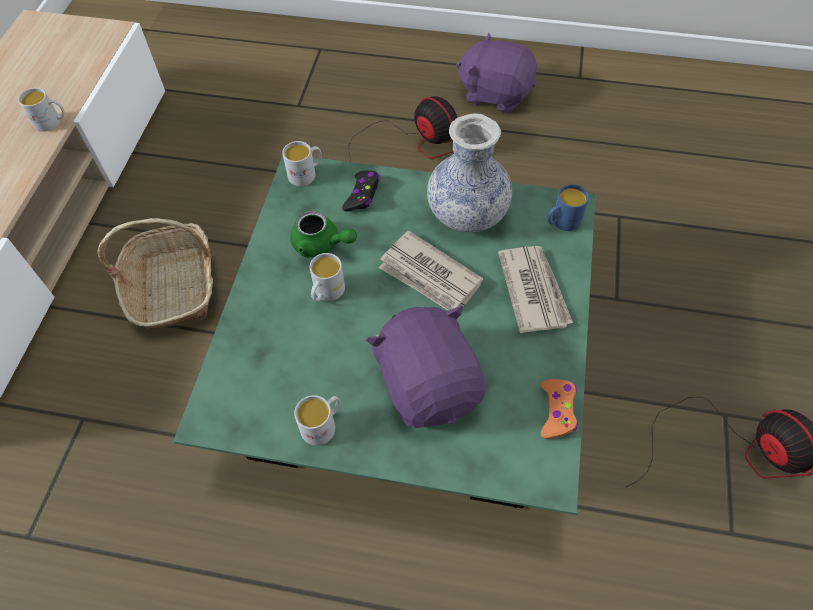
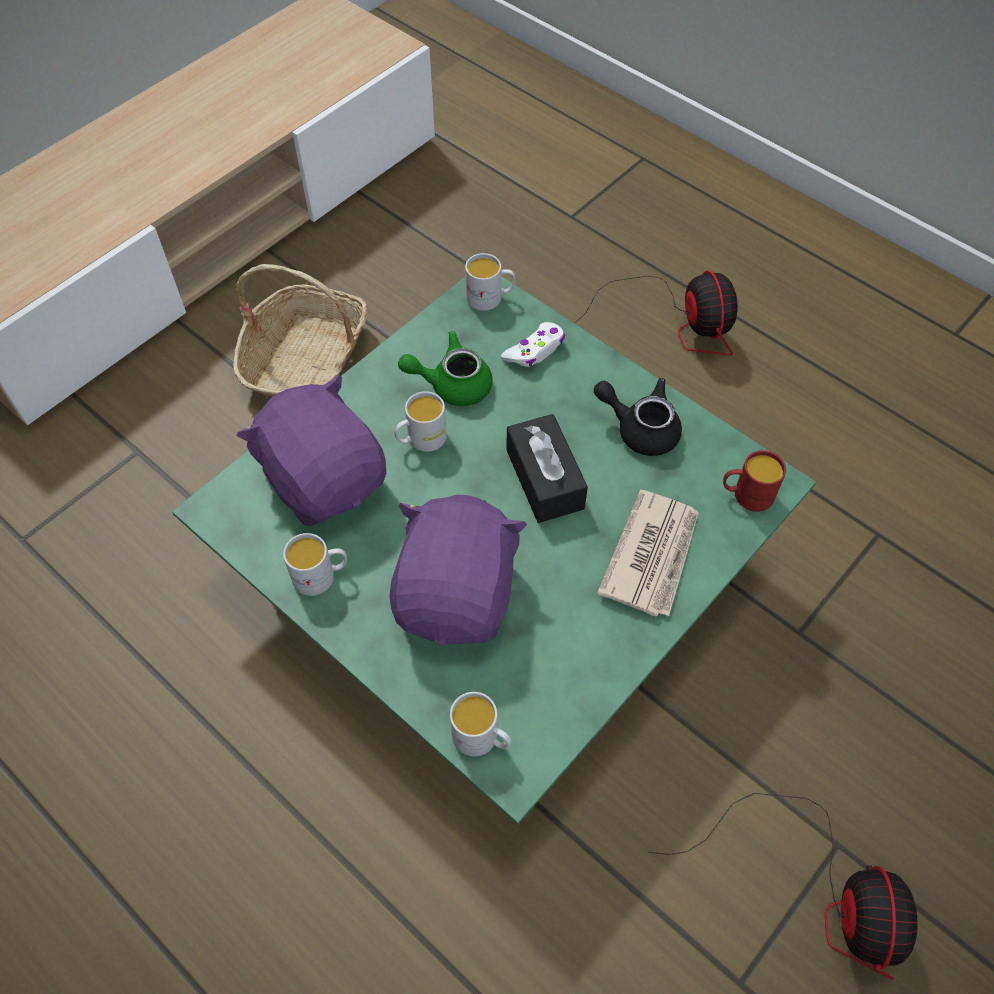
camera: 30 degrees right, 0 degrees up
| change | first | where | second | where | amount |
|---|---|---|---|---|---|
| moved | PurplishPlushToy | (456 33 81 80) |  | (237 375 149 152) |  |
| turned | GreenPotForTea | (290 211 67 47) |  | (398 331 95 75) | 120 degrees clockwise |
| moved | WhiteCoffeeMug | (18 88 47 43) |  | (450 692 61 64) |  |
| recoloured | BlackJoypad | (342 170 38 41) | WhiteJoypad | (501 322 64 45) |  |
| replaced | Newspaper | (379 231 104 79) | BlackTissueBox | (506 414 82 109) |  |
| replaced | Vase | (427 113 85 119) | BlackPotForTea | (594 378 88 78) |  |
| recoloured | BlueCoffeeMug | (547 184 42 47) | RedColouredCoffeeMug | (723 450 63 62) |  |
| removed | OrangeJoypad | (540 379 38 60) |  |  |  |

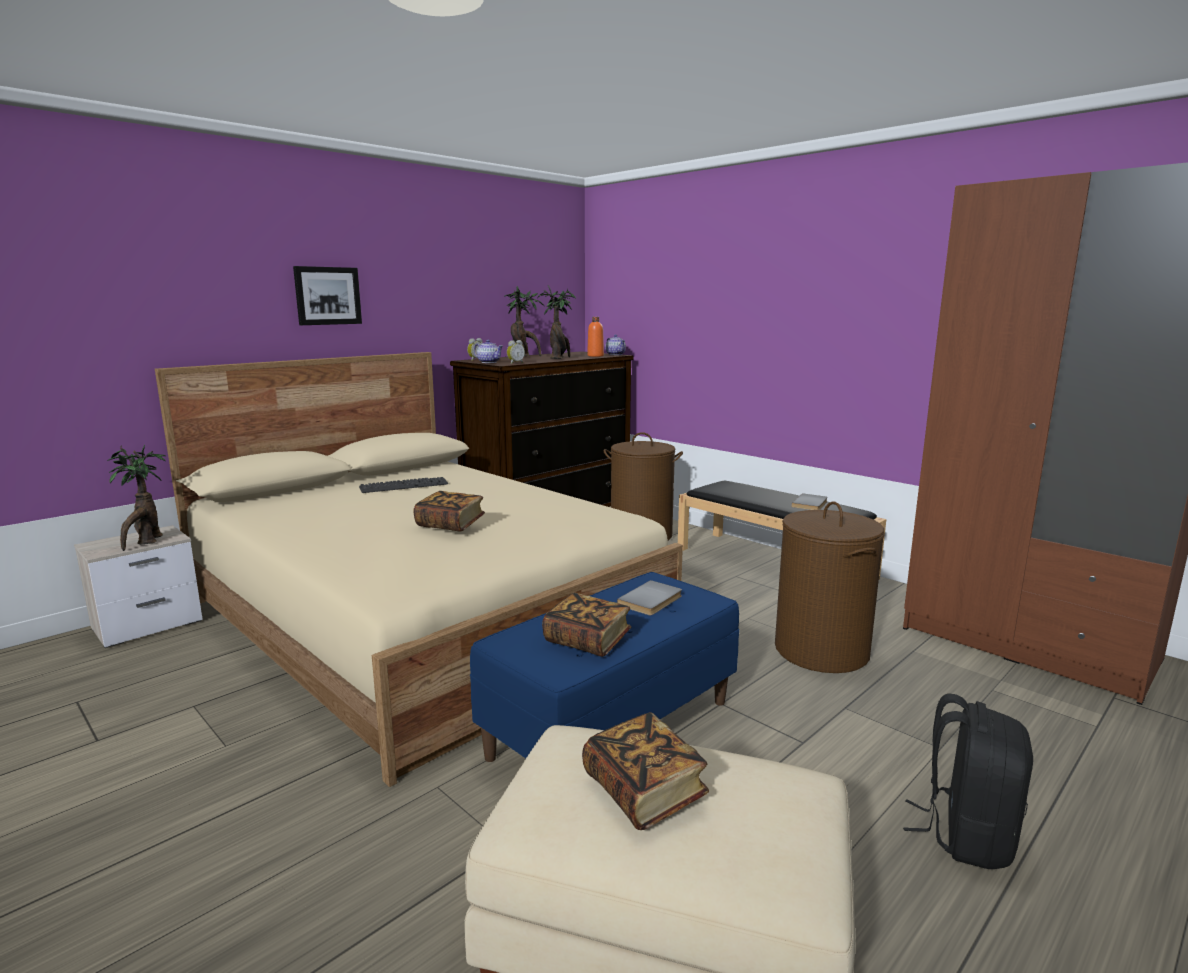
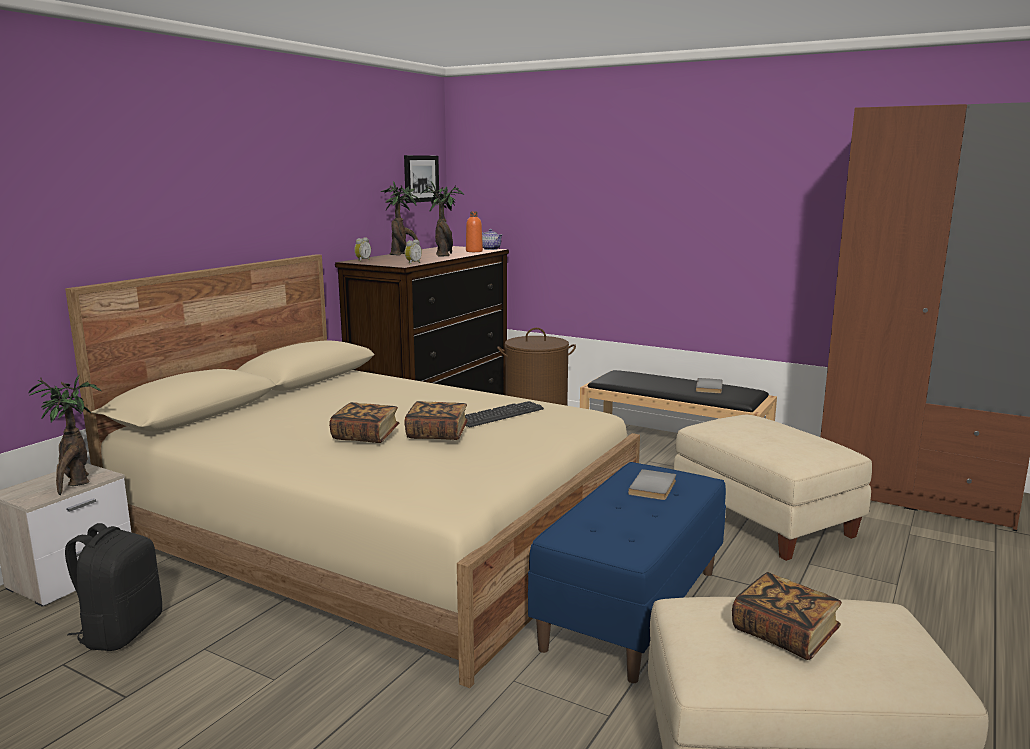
camera: 15 degrees left, 0 degrees up
| change | first | where | second | where | amount |
|---|---|---|---|---|---|
| moved | BlackBackpack | (903 693 130 176) |  | (65 523 97 128) |  |
| moved | Book | (542 593 89 64) |  | (329 402 70 41) |  |
| moved | WallPicture | (293 266 69 59) |  | (404 155 35 48) |  |
| moved | ComputerKeyboard | (359 477 89 16) |  | (465 401 79 26) |  |
| replaced | BrownishLaundryBasket | (775 501 110 172) | BeigeColouredPouffe | (673 415 199 146) |  |
| removed | PotForTea | (474 340 29 23) |  |  |  |

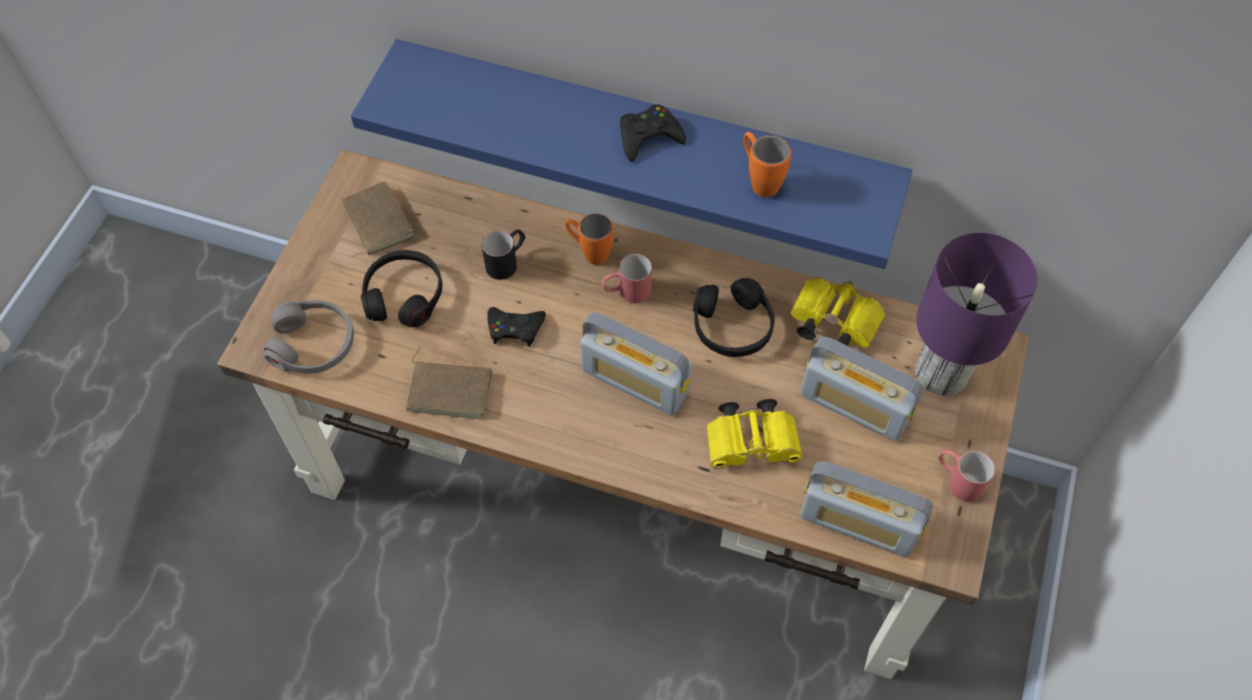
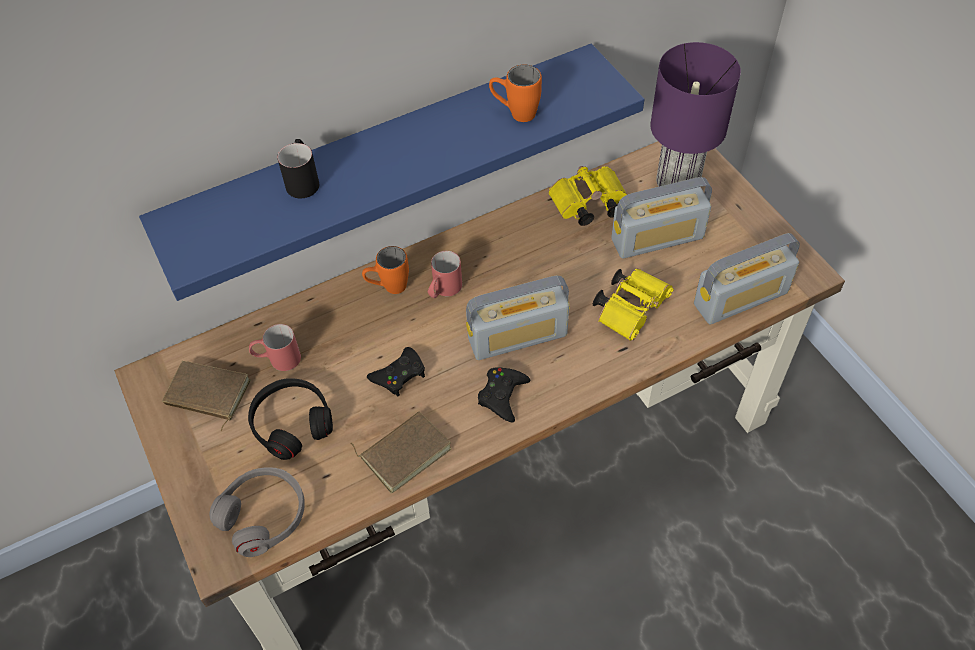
camera: 45 degrees left, 5 degrees down
| change | first | where | second | where | amount |
|---|---|---|---|---|---|
| moved | RedColouredCoffeeMug | (938 449 57 53) |  | (249 324 52 47) |  |
| moved | BlackCoffeeMug | (481 229 45 51) |  | (277 139 42 59) |  |
| moved | BlackJoypad | (620 105 66 57) |  | (478 367 52 55) |  |
| removed | BlackPairOfHeadphones | (693 278 82 79) |  |  |  |

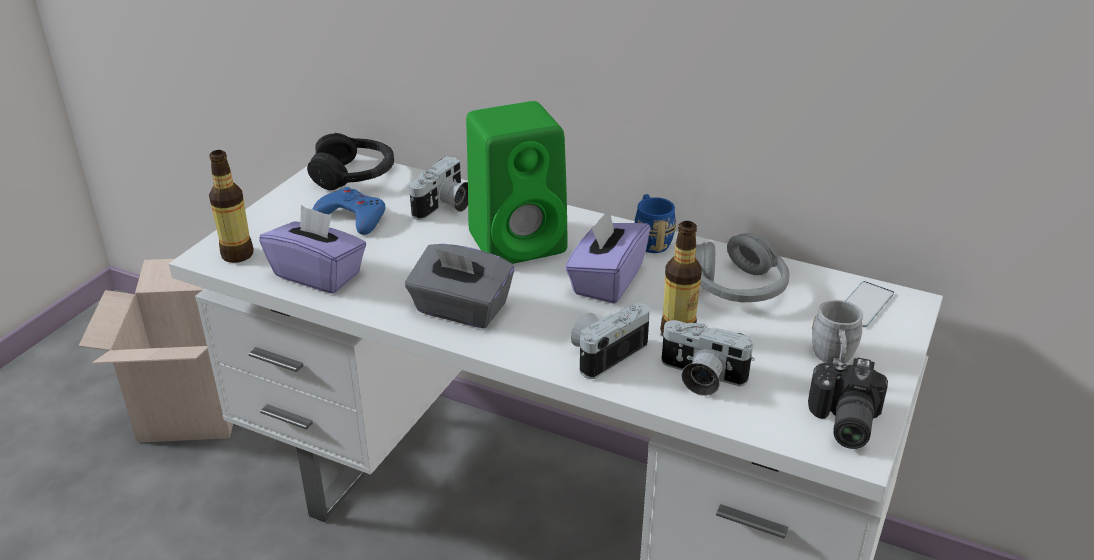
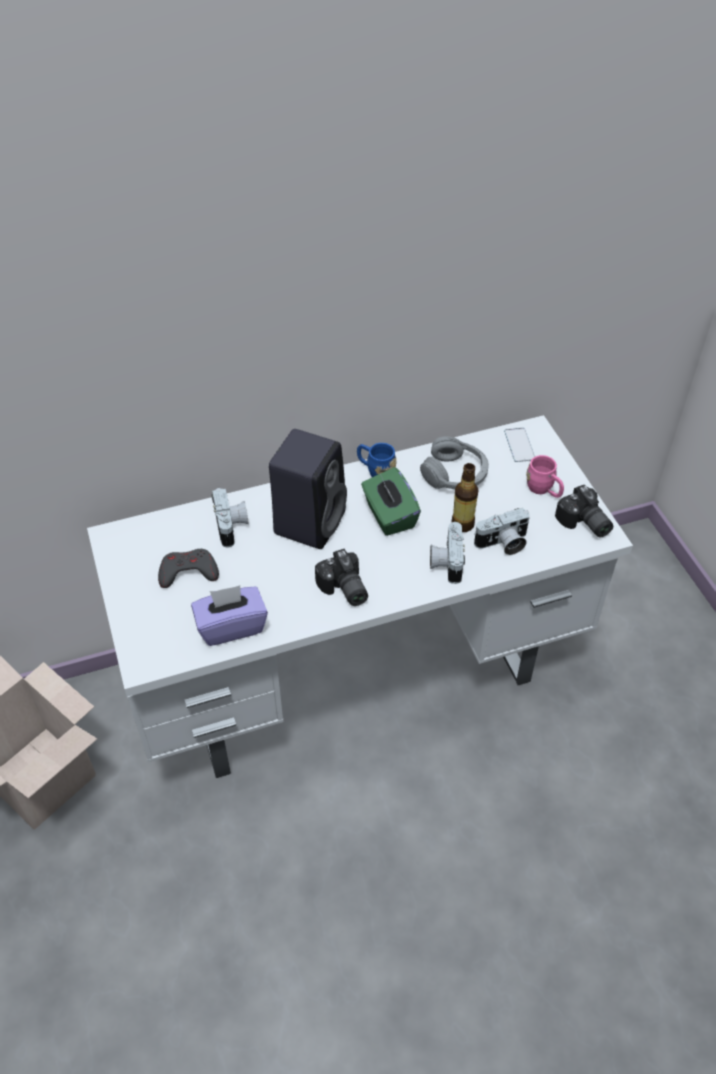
camera: 45 degrees left, 15 degrees up
| change | first | where | second | where | amount |
|---|---|---|---|---|---|
| recoloured | BlueJoypad | (313 187 73 48) | GreyishJoypad | (158 549 61 39) |  |
| recoloured | GreenAudioSpeaker | (466 101 102 163) | BlackAudioSpeaker | (269 429 78 120) |  |
| replaced | GreyishTissueBox | (405 244 109 84) | StillCamera | (315 549 53 57) |  |
| recoloured | PurplishTissueBox | (565 209 85 95) | GreenTissueBox | (361 467 60 69) |  |
| recoloured | GreyishCoffeeMug | (812 300 51 64) | PinkCoffeeMug | (526 455 38 43) |  |
| removed | Bottle | (209 150 44 113) |  |  |  |
| removed | BlackPairOfHeadphones | (307 133 87 57) |  |  |  |

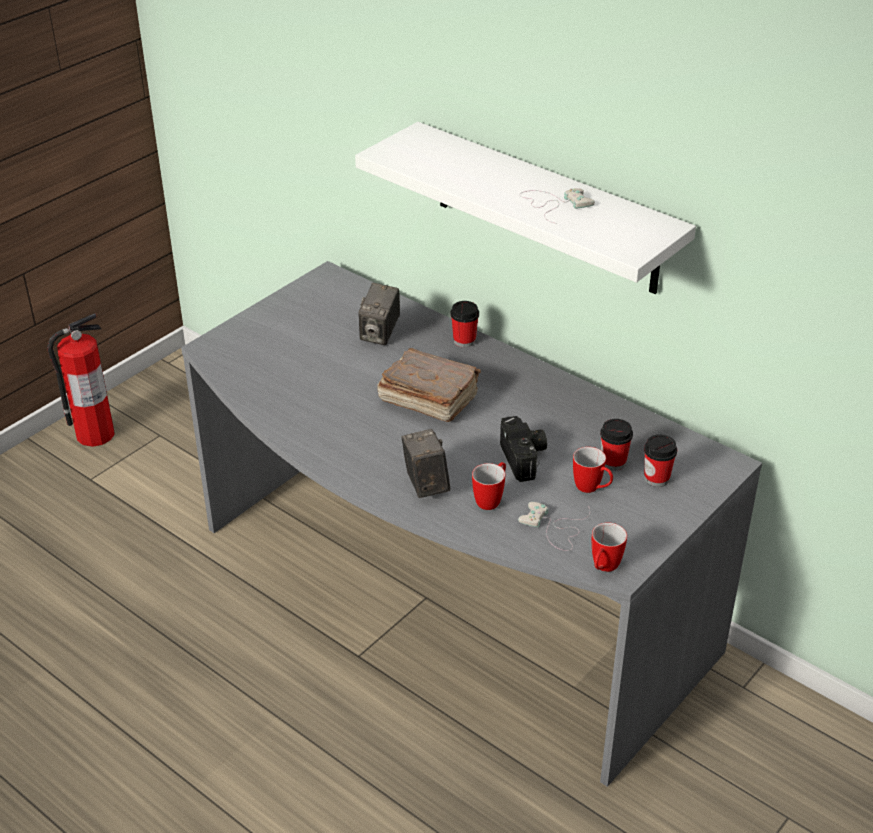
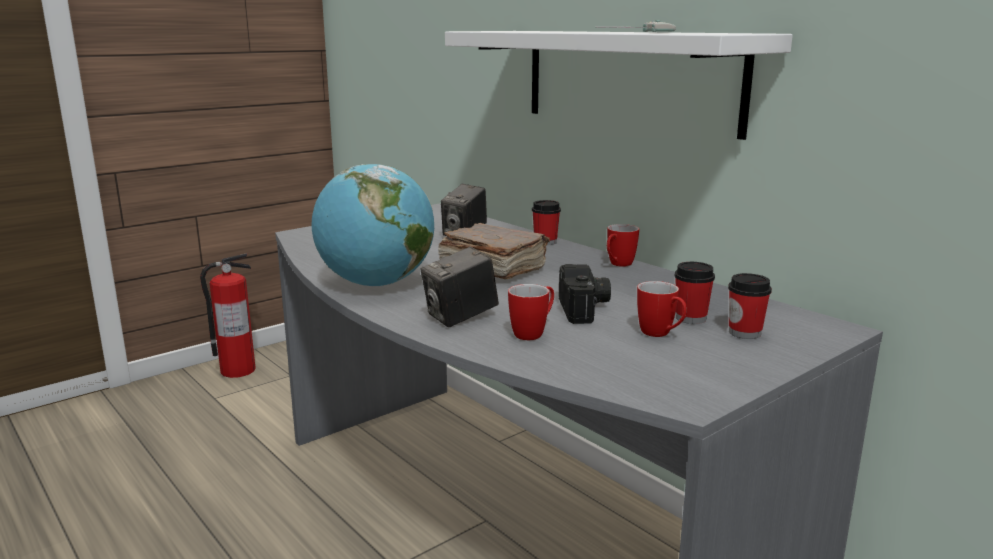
camera: 10 degrees right, 20 degrees down
| change | first | where | second | where | amount |
|---|---|---|---|---|---|
| added |  |  | DeskGlobe | (312 164 122 123) |  |
| turned | StillCamera | (402 429 48 69) |  | (420 246 79 81) | 120 degrees counterclockwise |
| moved | CoffeeMug | (592 523 35 49) |  | (607 224 32 43) |  |
| removed | WhiteJoypad | (518 502 72 49) |  |  |  |

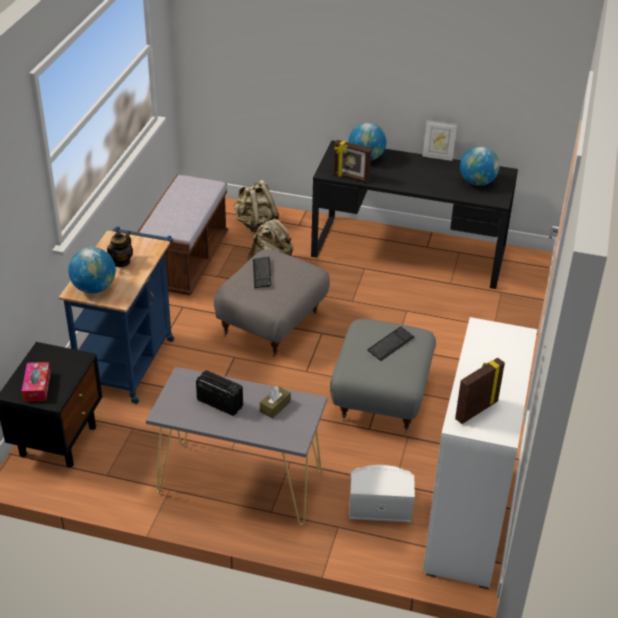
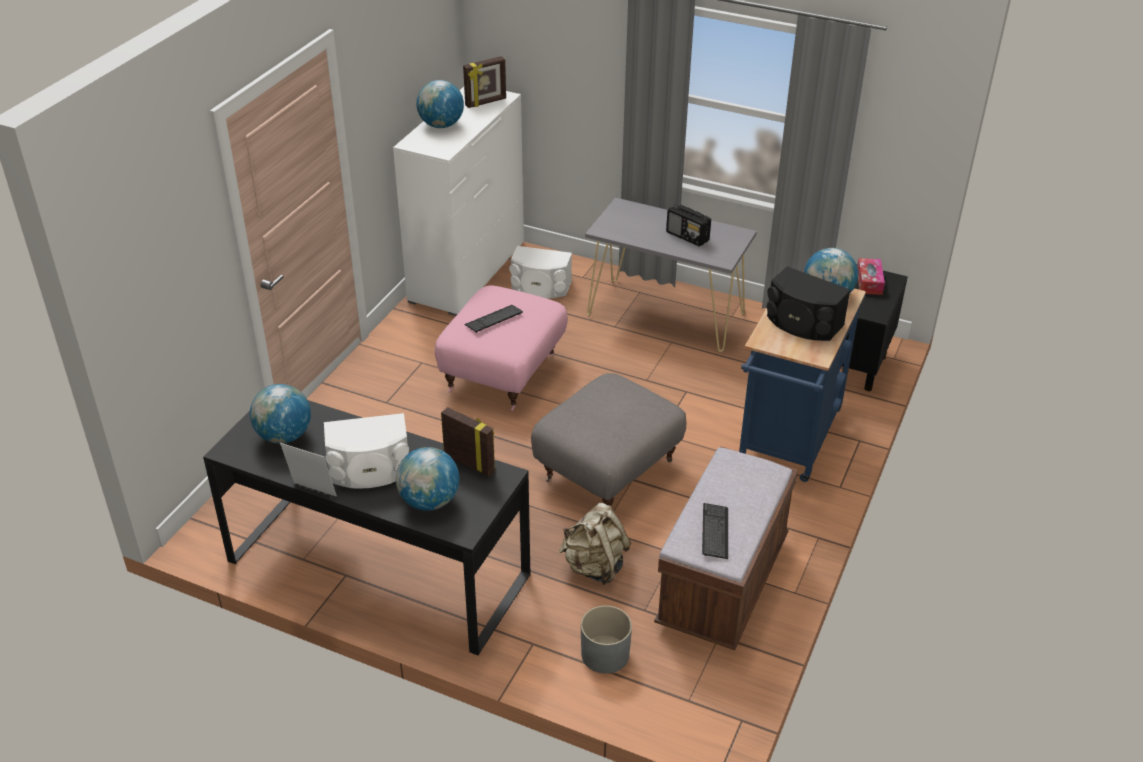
camera: 170 degrees left, 0 degrees up
| change | first | where | second | where | amount |
|---|---|---|---|---|---|
| added |  |  | WhiteAudioSpeaker | (324 413 85 75) |  |
| added |  |  | DeskGlobe | (417 80 47 48) |  |
| recoloured | GreyishPouffe | (330 319 106 115) | PinkPouffe | (435 285 133 126) |  |
| replaced | BeigeColouredBackpack | (234 180 45 52) | GreyishFlowerPot | (581 605 51 69) |  |
| moved | ComputerKeyboard | (253 257 19 31) |  | (702 503 26 56) |  |
| replaced | PotForTea | (107 231 26 36) | BlackAudioSpeaker | (767 266 84 75) |  |
| removed | BrownishTissueBox | (260 386 31 33) |  |  |  |

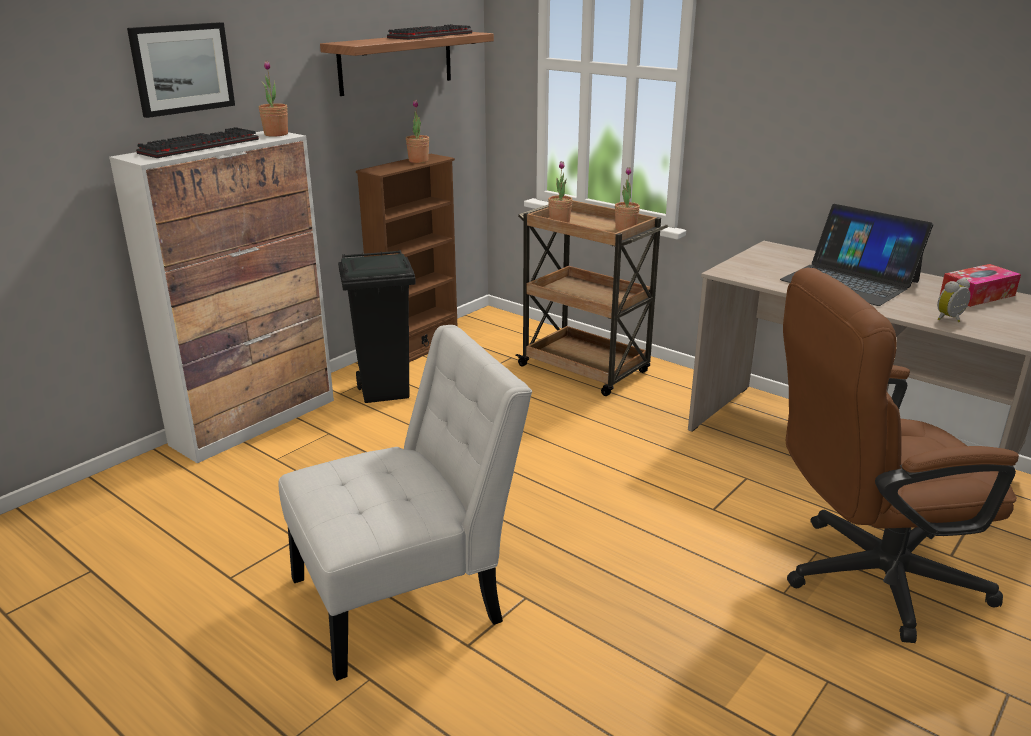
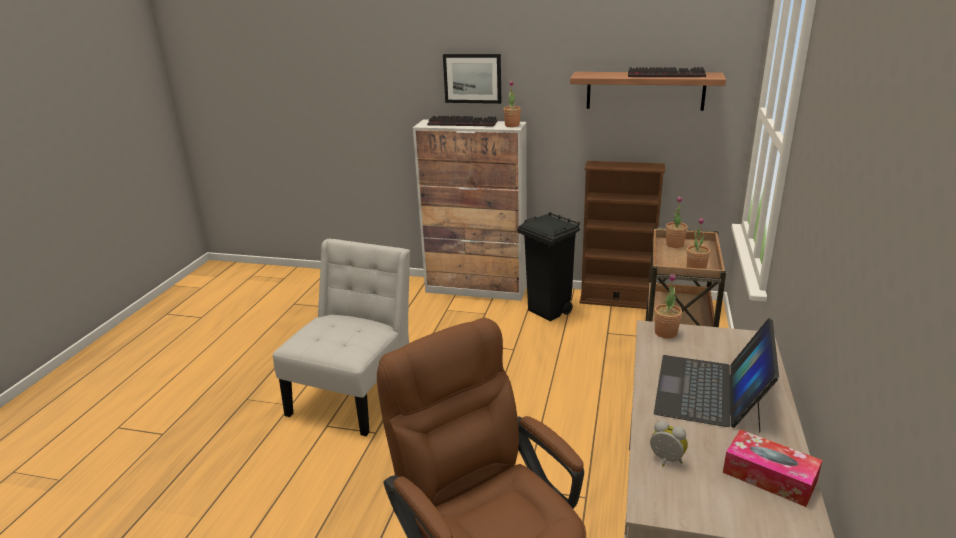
camera: 65 degrees right, 0 degrees up
| change | first | where | second | where | amount |
|---|---|---|---|---|---|
| turned | WhitePlainChair | (278 325 254 356) |  | (273 238 137 198) | 105 degrees counterclockwise |
| moved | PlantInAPot | (406 100 23 63) |  | (654 273 28 66) |  |

